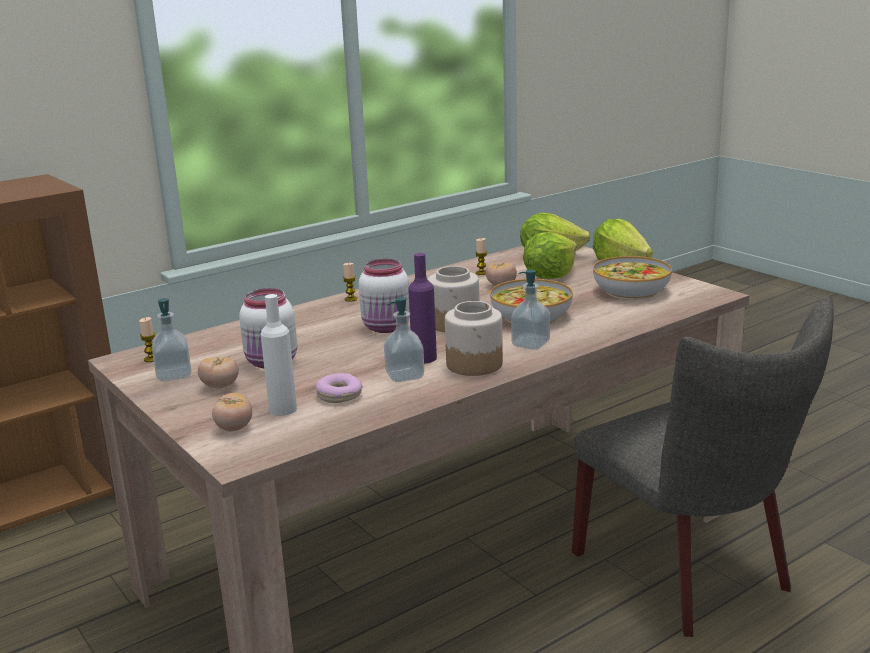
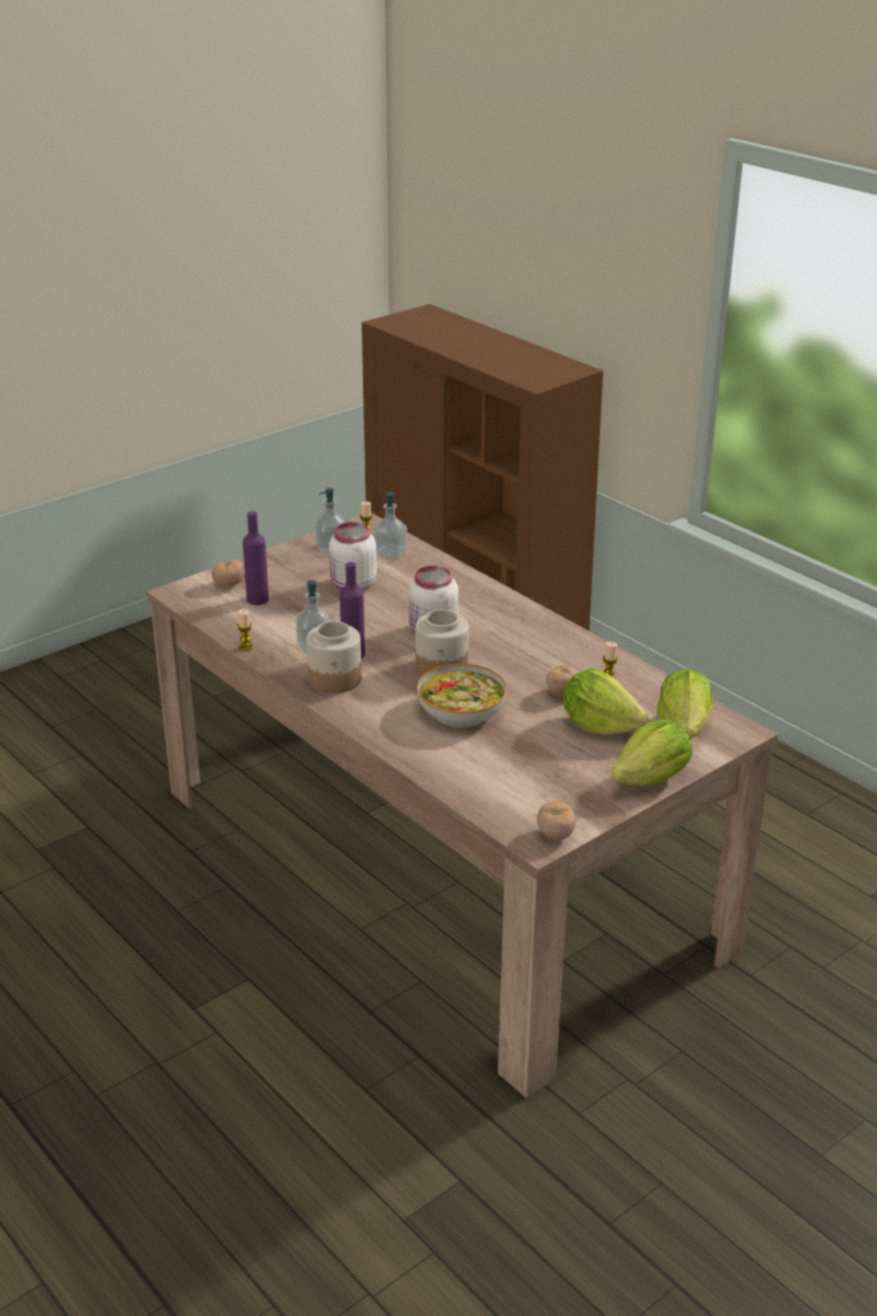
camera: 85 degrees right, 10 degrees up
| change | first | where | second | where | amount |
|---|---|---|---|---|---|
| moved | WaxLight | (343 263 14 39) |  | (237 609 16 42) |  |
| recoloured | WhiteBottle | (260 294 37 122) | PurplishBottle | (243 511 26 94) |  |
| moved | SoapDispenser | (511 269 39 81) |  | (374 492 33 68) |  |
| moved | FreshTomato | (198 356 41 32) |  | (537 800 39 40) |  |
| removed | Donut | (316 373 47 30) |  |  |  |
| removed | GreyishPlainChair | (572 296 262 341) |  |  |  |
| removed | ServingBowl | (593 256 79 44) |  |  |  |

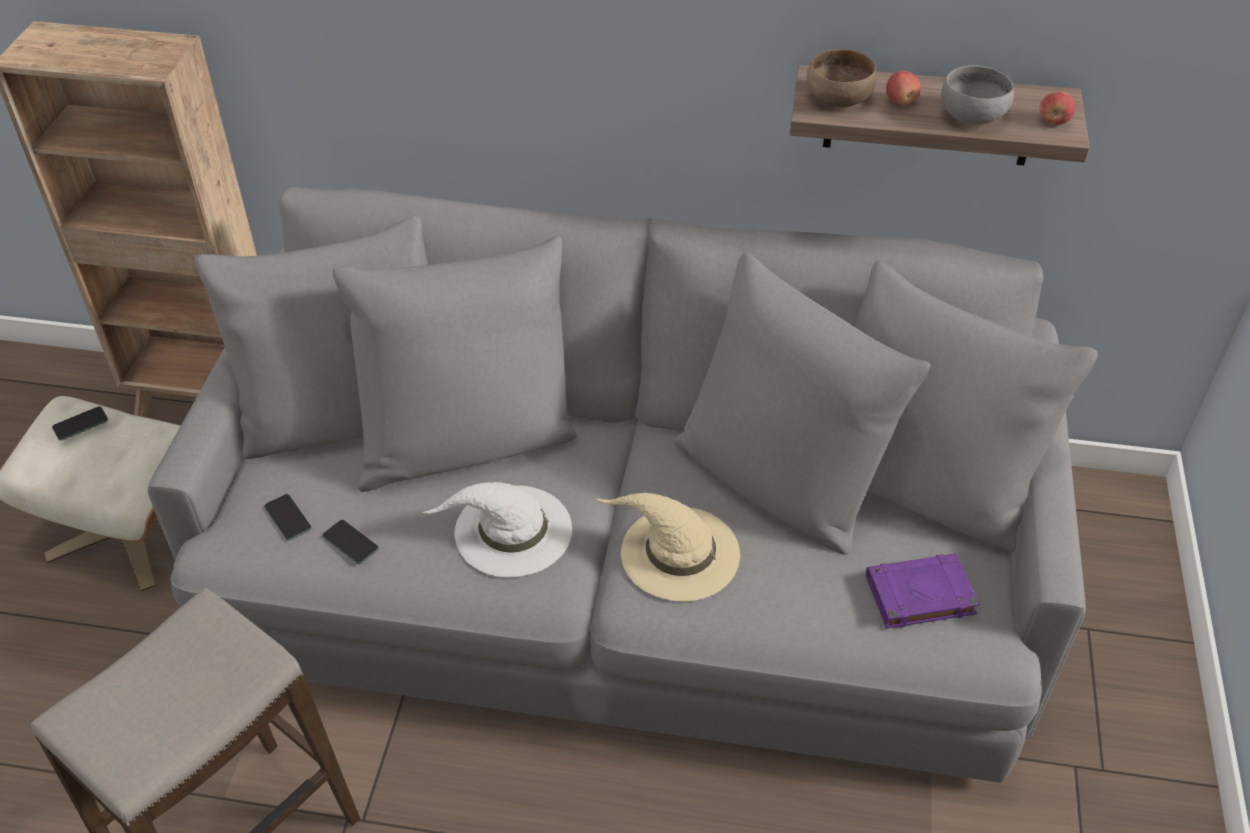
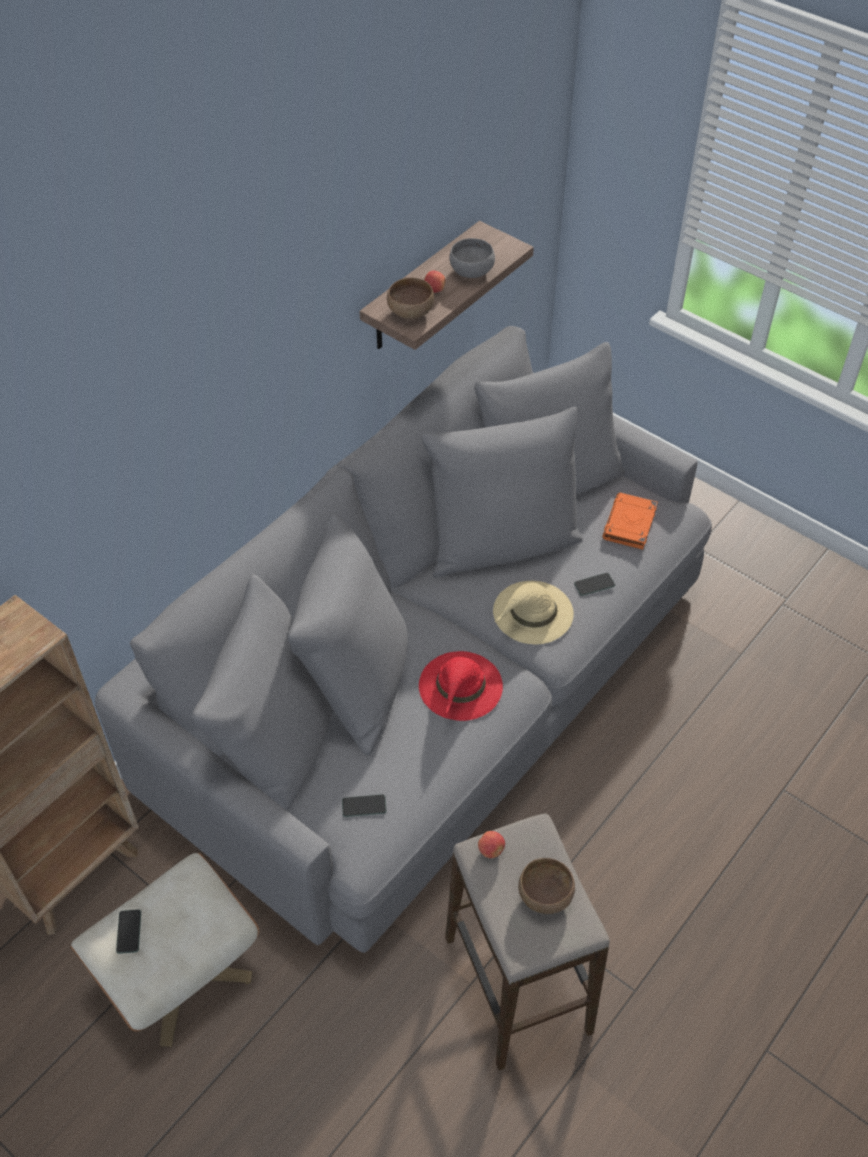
camera: 60 degrees left, 5 degrees up
| change | first | where | second | where | amount |
|---|---|---|---|---|---|
| recoloured | WhiteClothingHat | (422 482 150 95) | RedColouredClothingHat | (419 651 84 70) |  |
| moved | Apple | (1040 91 36 34) |  | (478 831 27 27) |  |
| added |  |  | BrownishServingBowl | (518 858 57 56) |  |
| moved | Handset | (322 520 57 44) |  | (574 573 41 23) |  |
| recoloured | PurplishBook | (866 554 114 75) | OrangeBook | (602 492 56 58) |  |

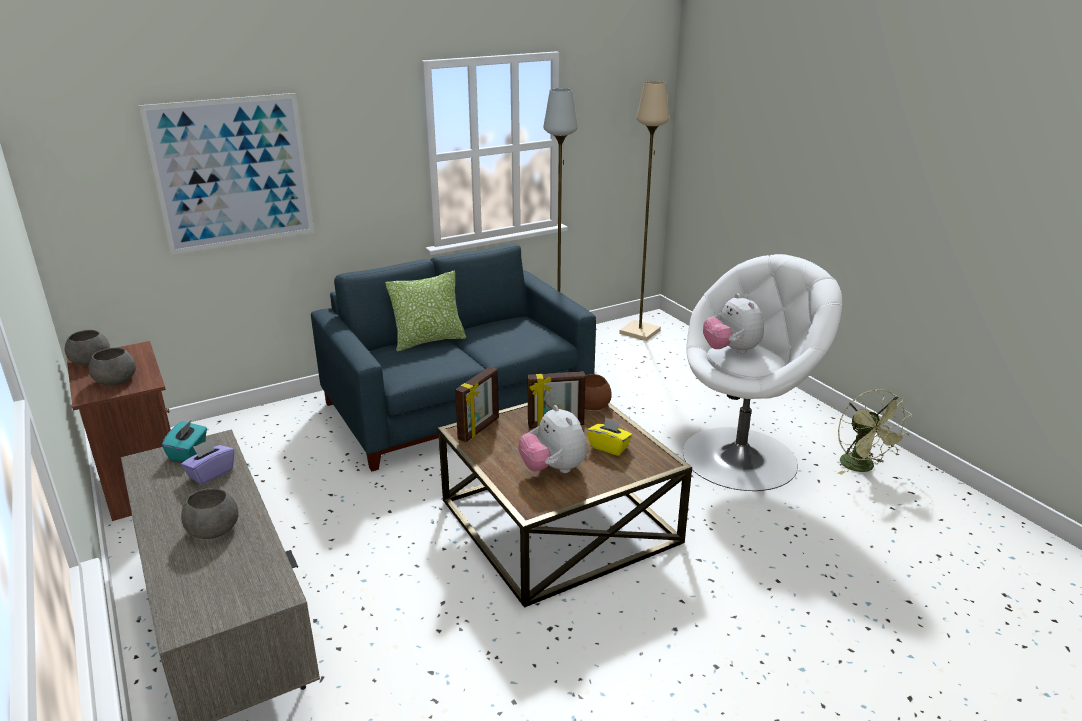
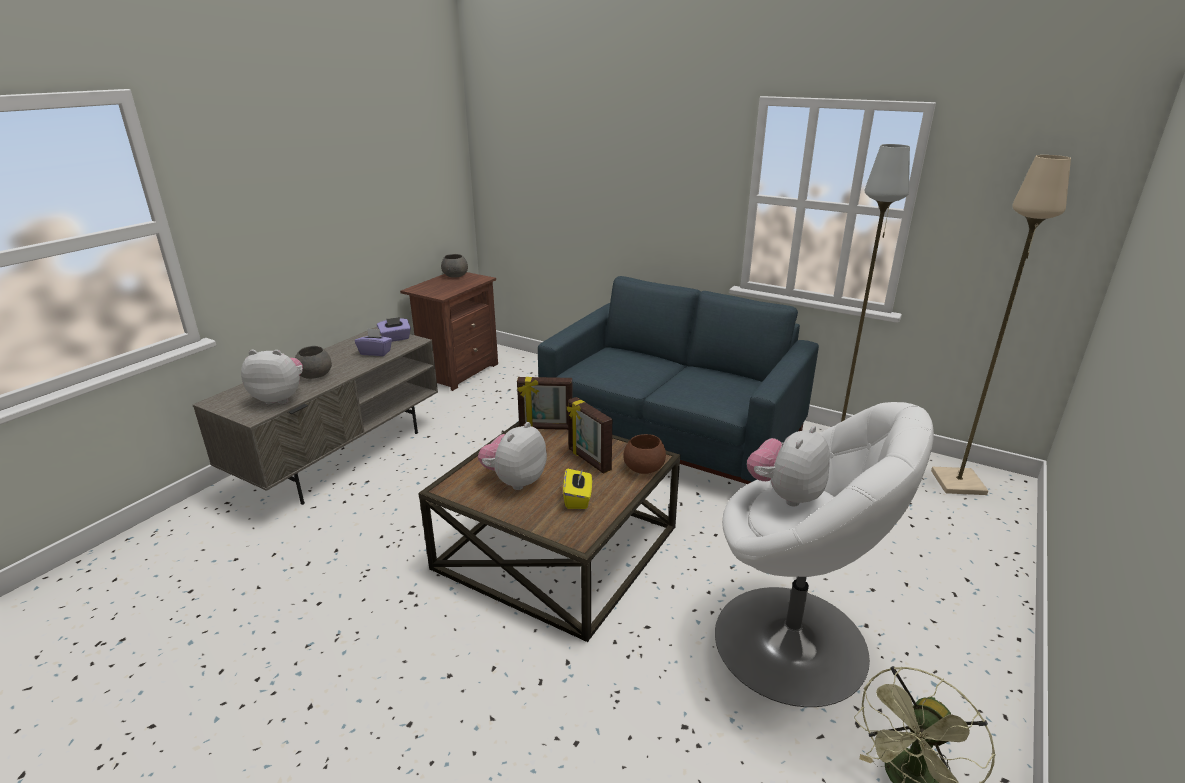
camera: 60 degrees right, 0 degrees up
| change | first | where | second | where | amount |
|---|---|---|---|---|---|
| added |  |  | PlushToy | (241 350 62 54) |  |
| recoloured | BlueGreenTissueBox | (162 419 45 42) | PurplishTissueBox | (377 317 34 25) |  |
| removed | GreyishServingBowl | (89 348 47 37) |  |  |  |
| removed | WallPicture | (139 93 175 162) |  |  |  |
| removed | ThrowPillow | (385 271 81 80) |  |  |  |

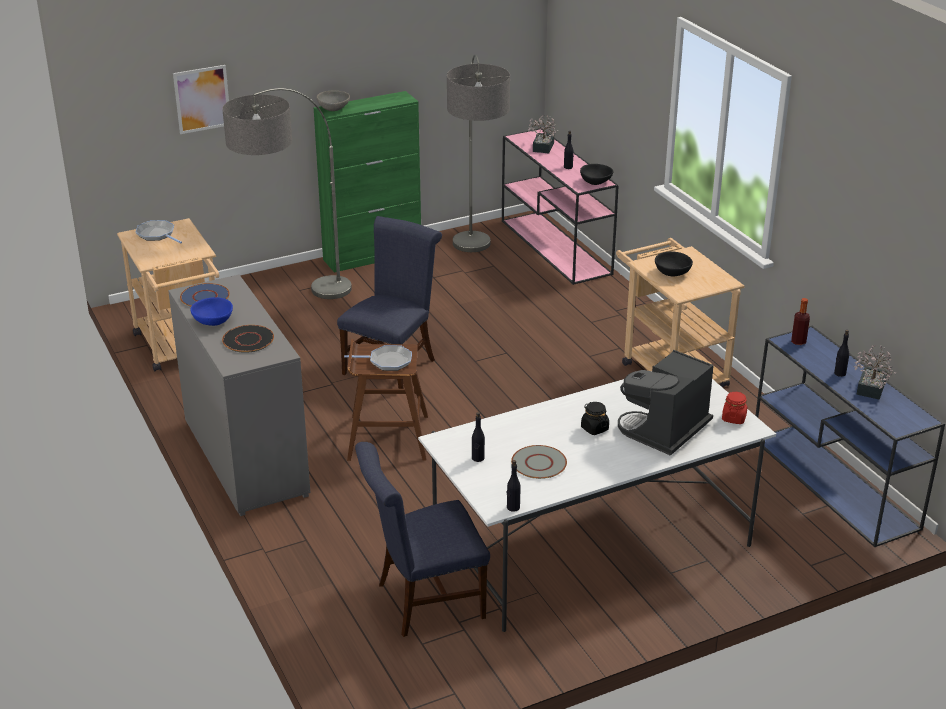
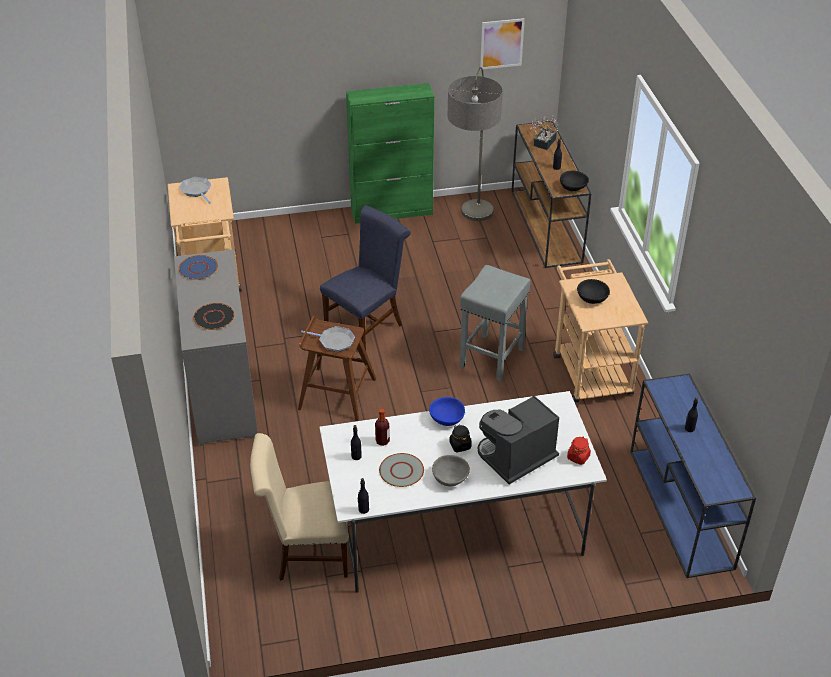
camera: 15 degrees right, 10 degrees up
| change | first | where | second | where | amount |
|---|---|---|---|---|---|
| recoloured | BluePlainChair | (355 442 135 195) | BeigeColouredPlainChair | (250 433 99 148) |  |
| moved | Bottle | (791 298 19 47) |  | (375 409 15 37) |  |
| moved | BlueServingBowl | (190 297 43 29) |  | (429 397 36 29) |  |
| moved | GreyishServingBowl | (316 91 34 20) |  | (432 455 38 32) |  |
| added |  |  | GreyishStool | (460 265 71 116) |  |
| moved | WallPicture | (173 65 56 69) |  | (480 18 45 52) |  |
| recoloured | PinkNarrowTable | (502 129 117 156) | BrownishNarrowTable | (512 121 79 147) |  |
| removed | StandardLamp | (222 88 130 211) |  |  |  |
| removed | PlantInAPot | (854 345 42 55) |  |  |  |

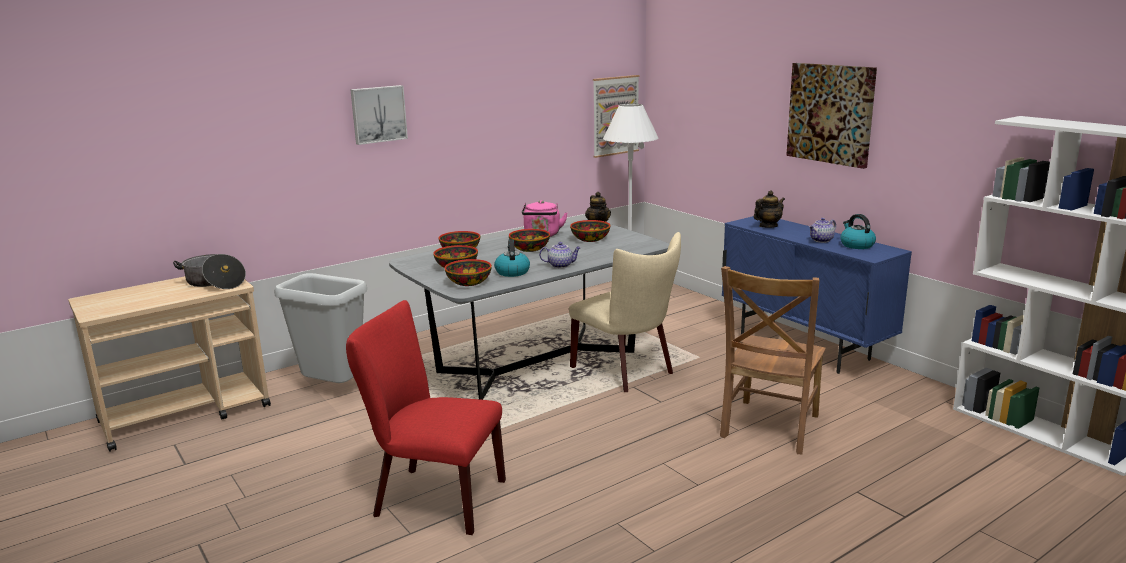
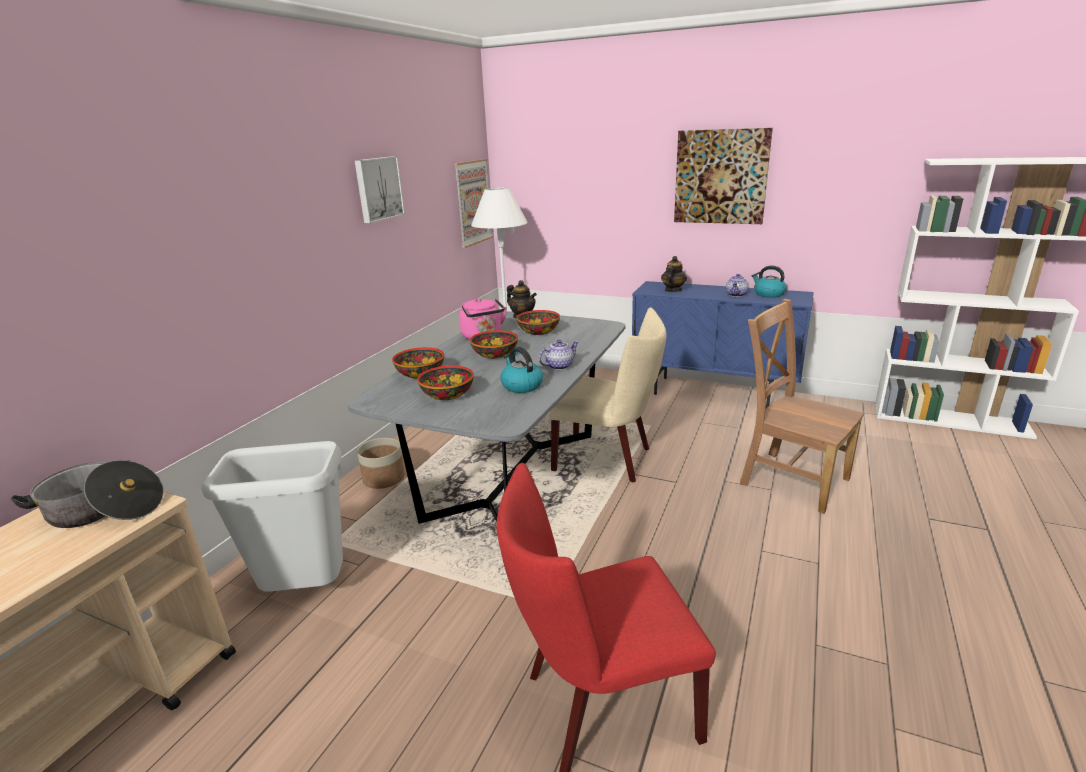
camera: 30 degrees left, 5 degrees up
| change | first | where | second | where | amount |
|---|---|---|---|---|---|
| moved | WallPicture | (350 85 58 60) |  | (355 156 50 67) |  |
| added |  |  | FlowerPot | (357 438 48 51) |  |
| turned | BrownishPlainChair | (720 266 106 188) |  | (740 299 124 215) | 135 degrees clockwise |
| removed | ServingBowl | (444 259 48 27) |  |  |  |

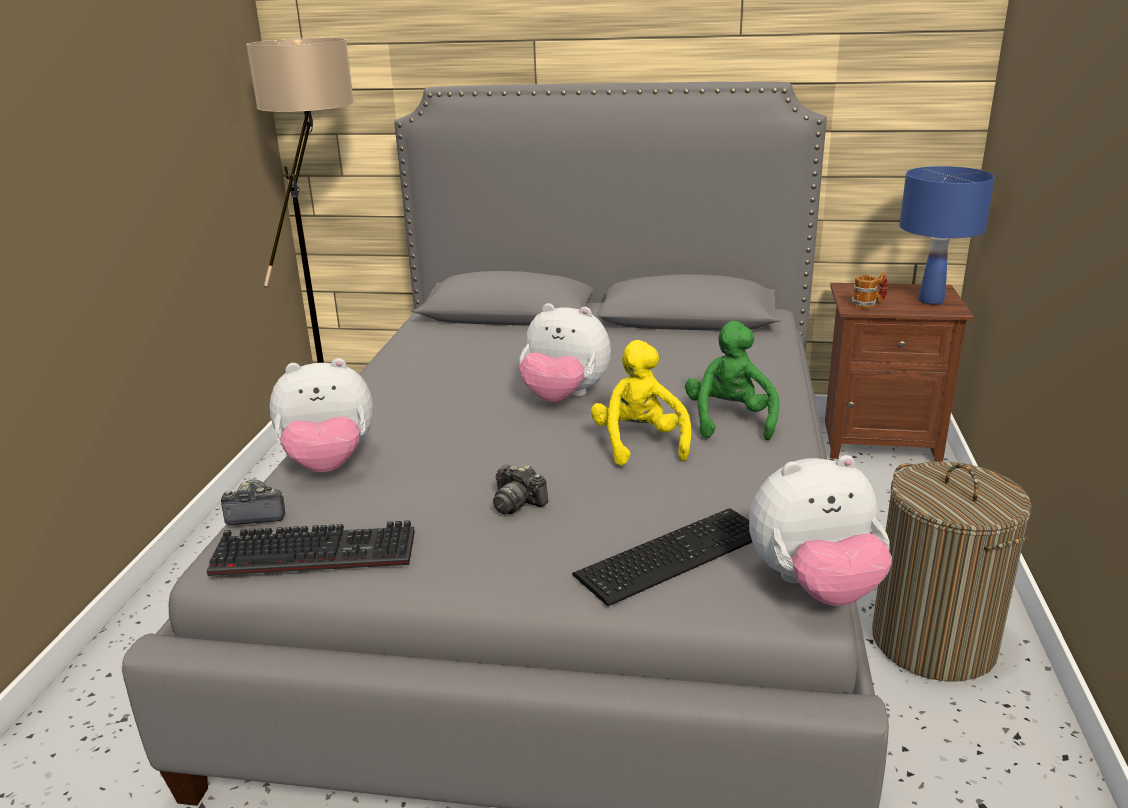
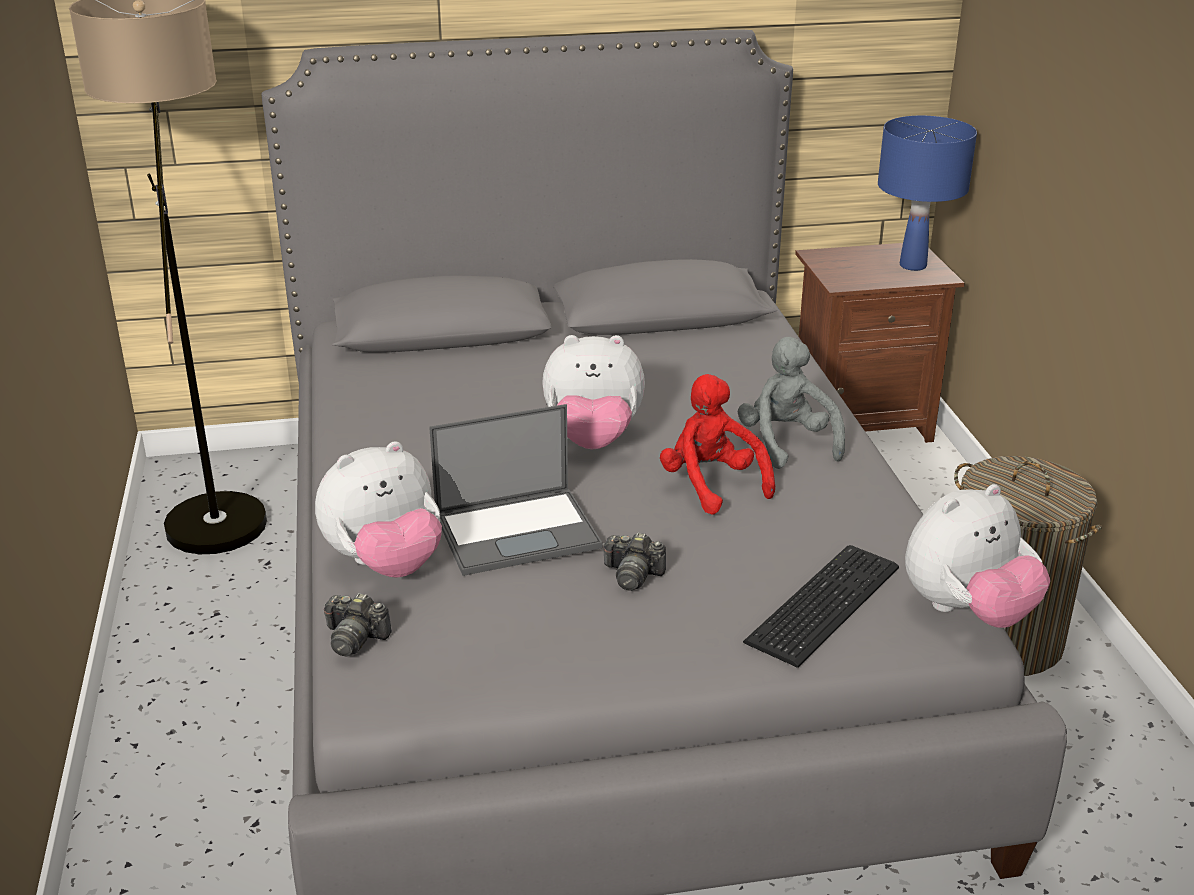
camera: 20 degrees left, 5 degrees up
| change | first | where | second | where | amount |
|---|---|---|---|---|---|
| turned | StillCamera | (221 480 64 45) |  | (323 593 69 64) | 135 degrees counterclockwise |
| added |  |  | Laptop | (429 404 173 172) |  |
| recoloured | YellowColouredPlushToy | (591 340 100 126) | RedColouredPlushToy | (660 374 115 141) |  |
| recoloured | GreenPlushToy | (685 321 94 119) | GreyishPlushToy | (738 337 107 132) |  |
| removed | ComputerKeyboard | (207 520 208 56) |  |  |  |
| removed | CoffeeMug | (852 272 36 37) |  |  |  |

